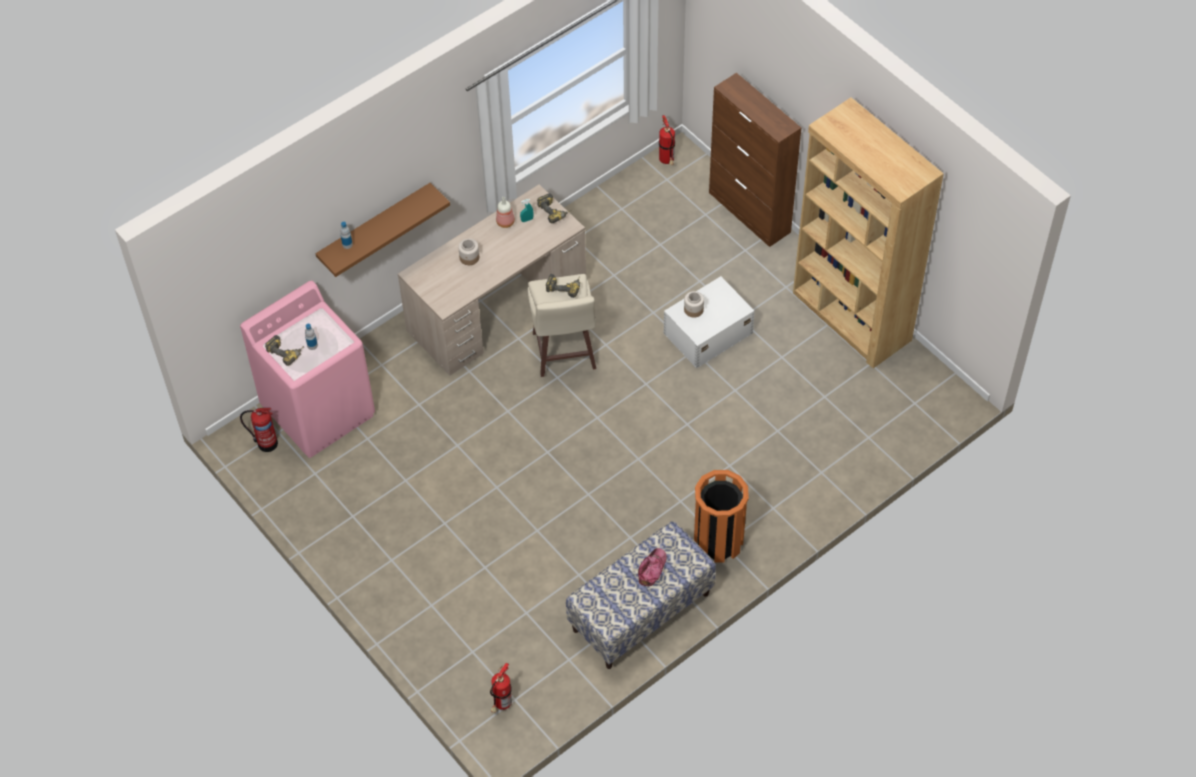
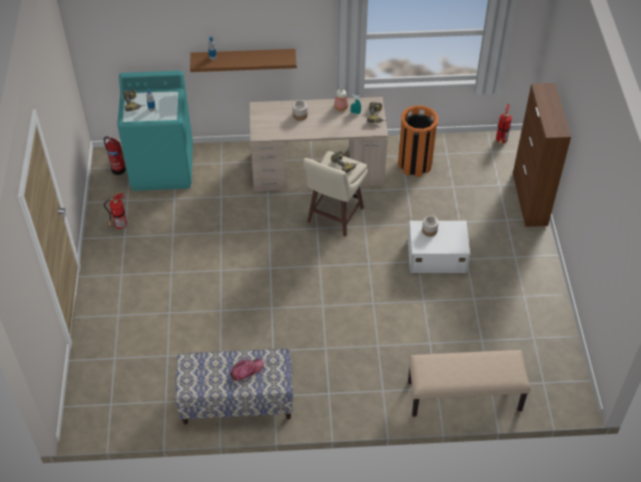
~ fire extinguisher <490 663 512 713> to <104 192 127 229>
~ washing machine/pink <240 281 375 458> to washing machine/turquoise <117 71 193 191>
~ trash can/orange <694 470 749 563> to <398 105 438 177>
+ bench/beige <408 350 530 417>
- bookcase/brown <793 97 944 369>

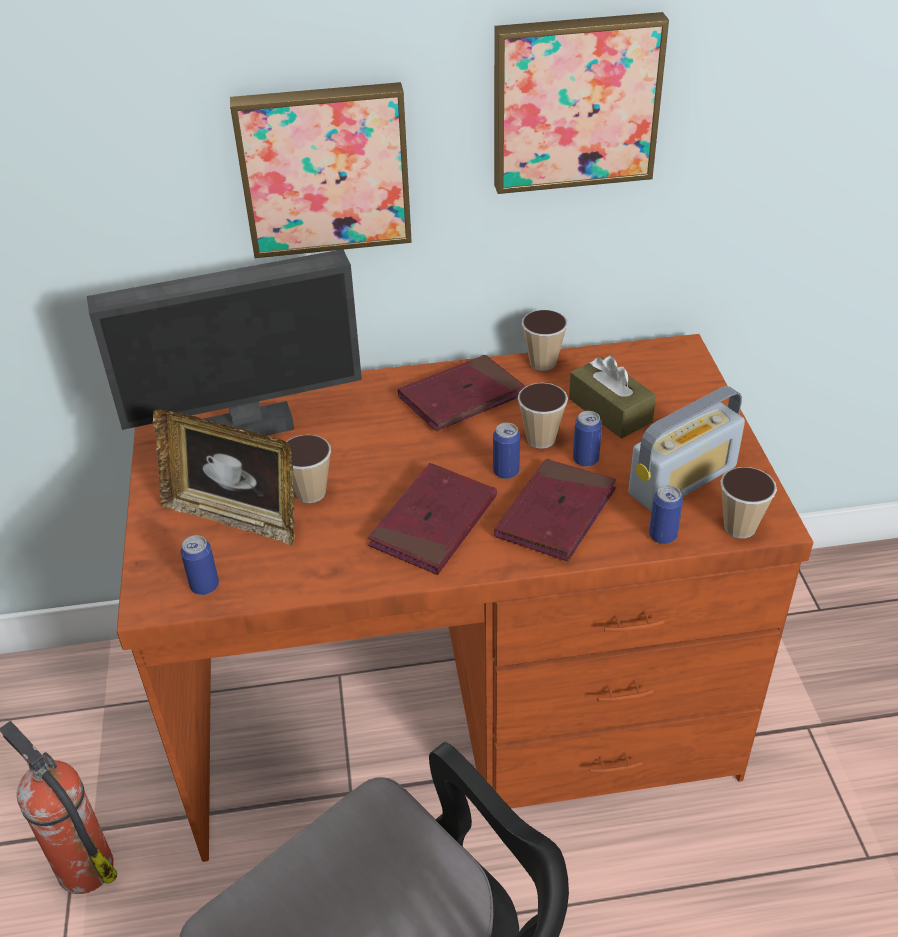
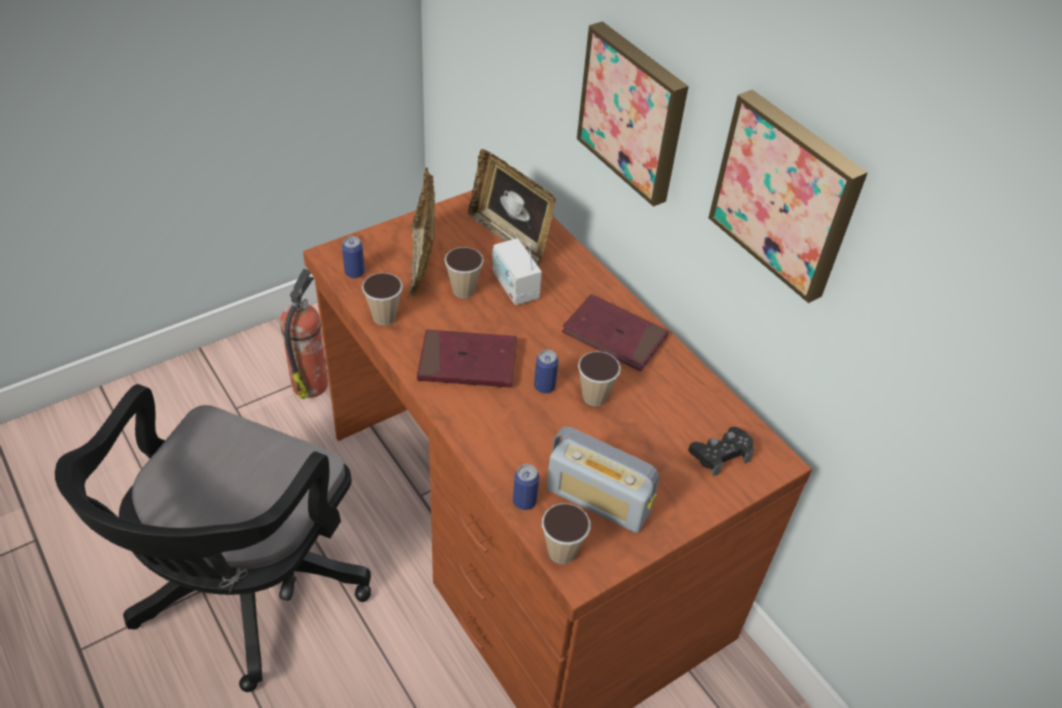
~ cup <522 310 568 371> to <362 273 403 325>
~ monitor <87 249 362 436> to picture frame <468 149 556 266>
+ radio <492 238 542 305>
+ game controller/black <688 427 754 476>
- book/red <494 459 616 561>
- tissue box/brown <569 356 656 439>
- can <573 411 602 467>

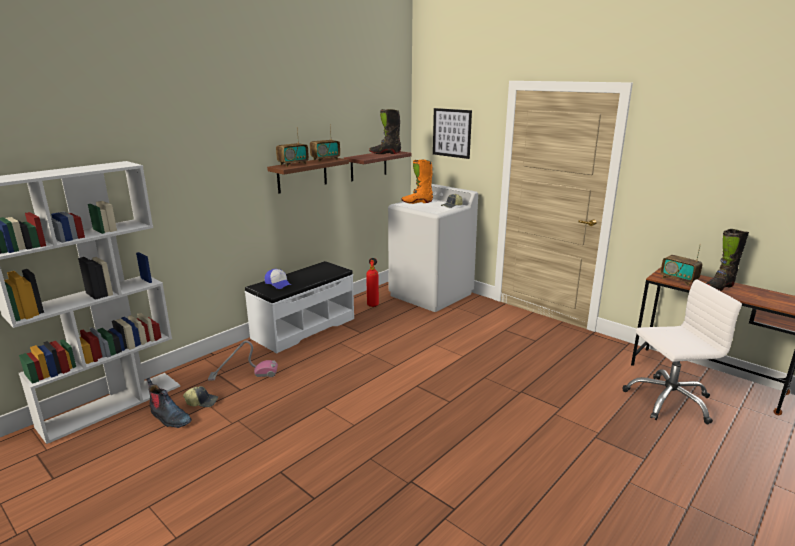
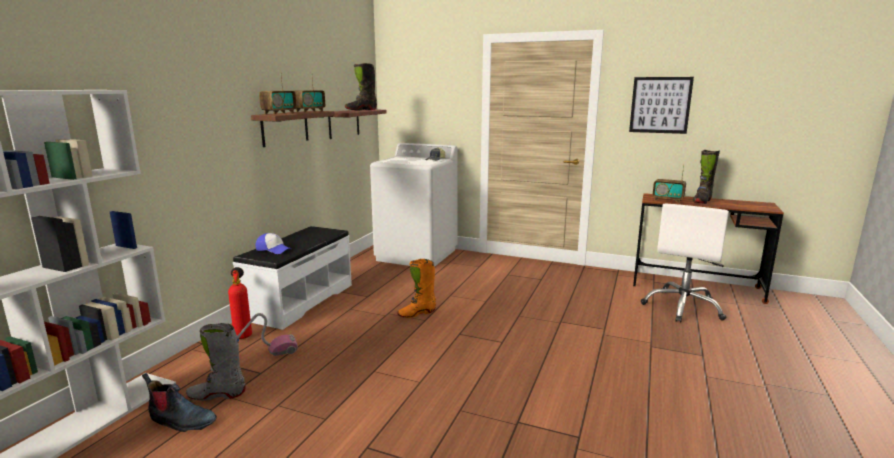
~ cap <183 386 218 407> to boot/grey <186 323 246 401>
~ fire extinguisher <366 258 379 307> to <228 267 252 339>
~ boot/orange <402 160 433 204> to <397 259 436 318>
~ picture <433 108 472 159> to <629 77 694 134>
~ office chair/white <622 279 742 424> = <641 204 729 323> 150 degrees clockwise

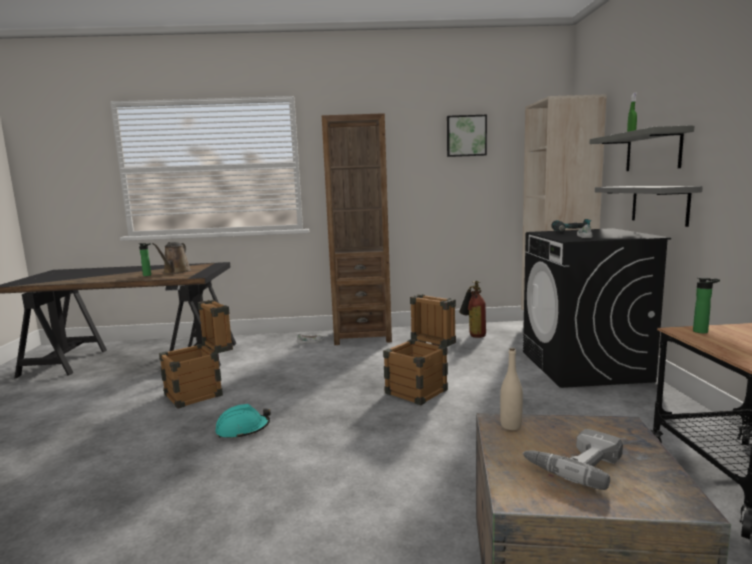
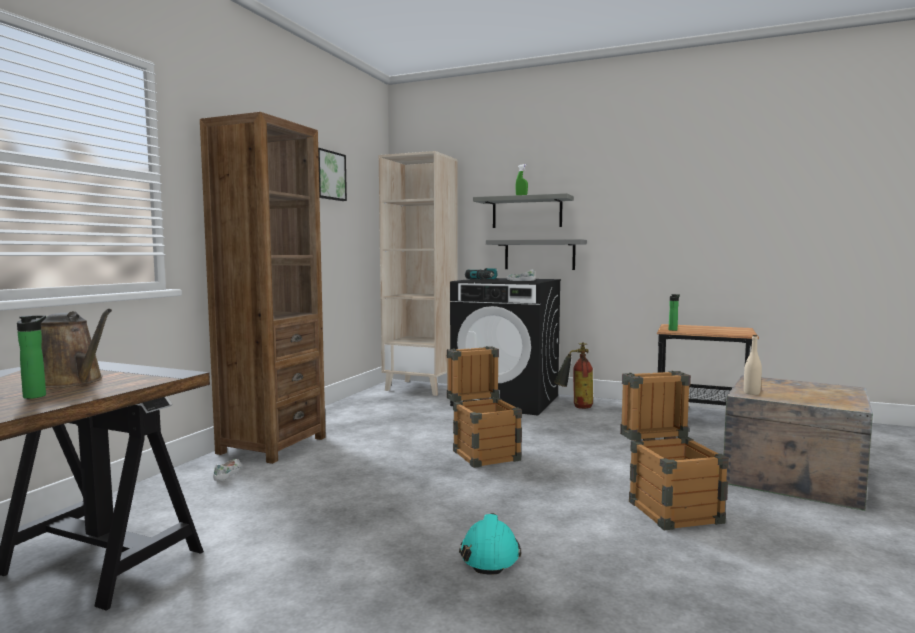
~ fire extinguisher <459 281 486 338> to <554 342 593 409>
~ crate <159 300 233 409> to <620 371 729 530>
- power drill <523 429 623 490>

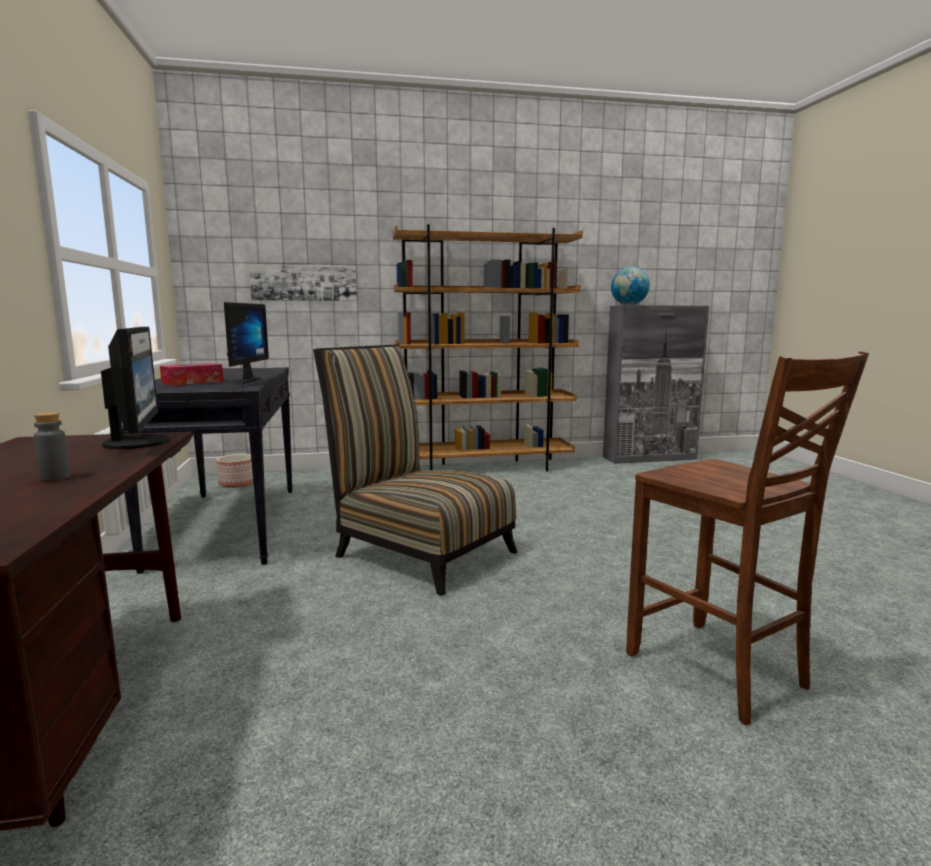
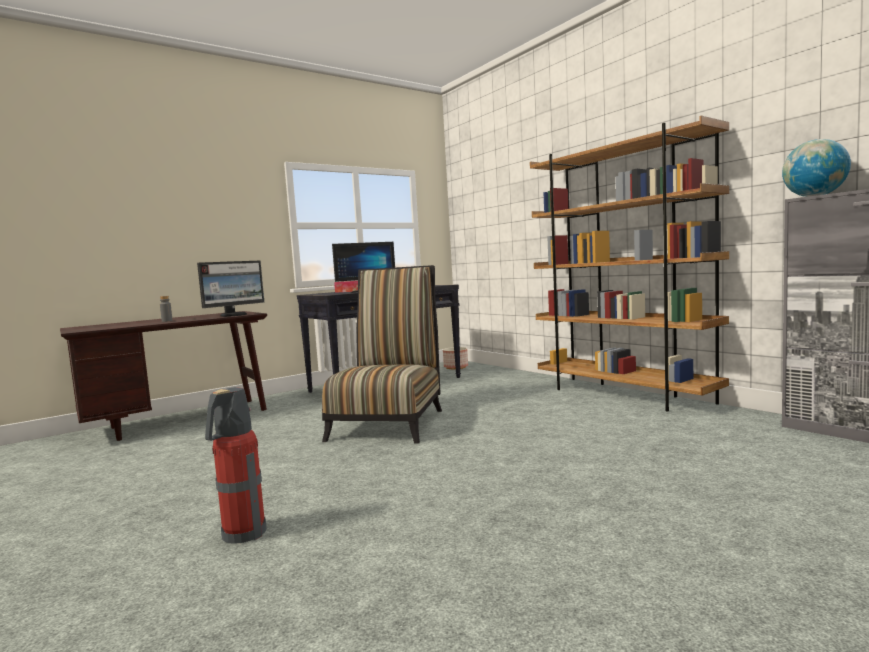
~ chair/brown <626 351 869 725> to fire extinguisher <205 387 267 544>
- picture <249 264 357 301>

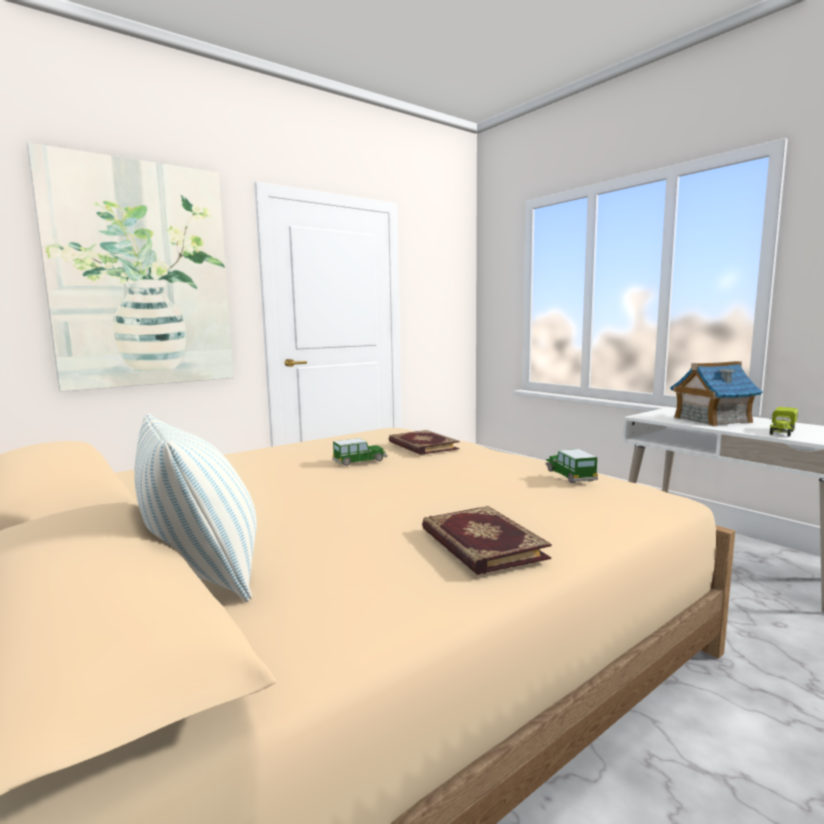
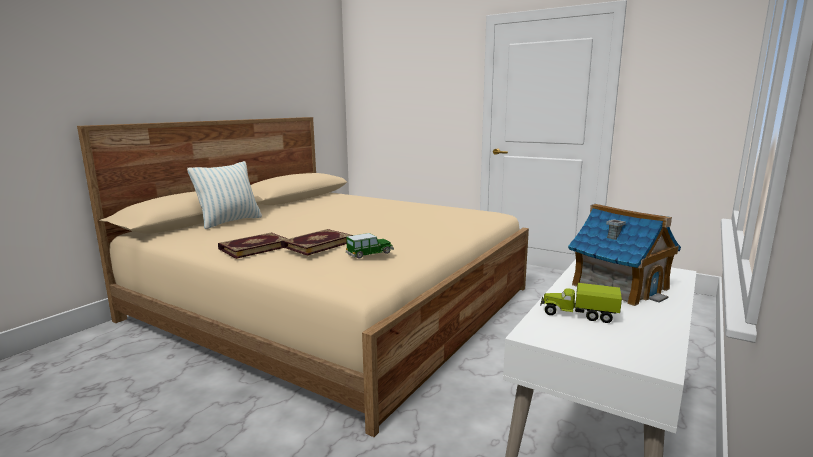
~ book <389 430 459 455> to <281 229 353 256>
- picture <27 142 234 392>
- toy car <332 438 387 466>

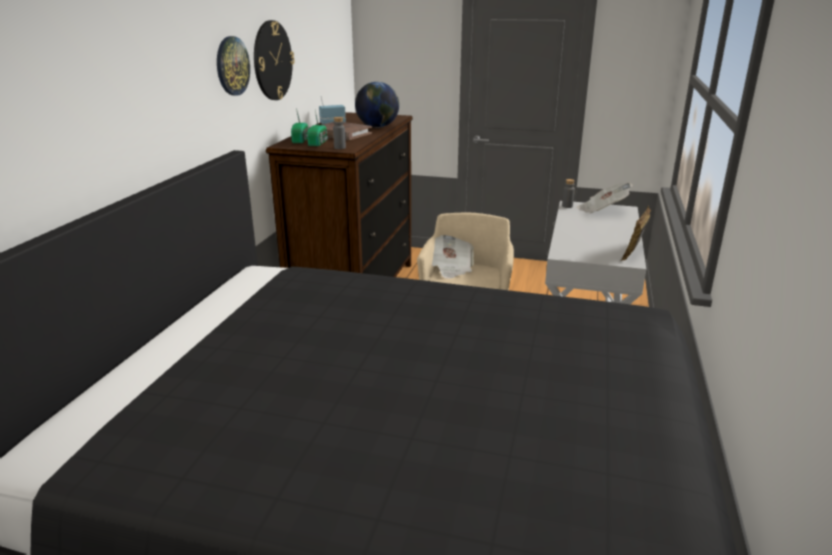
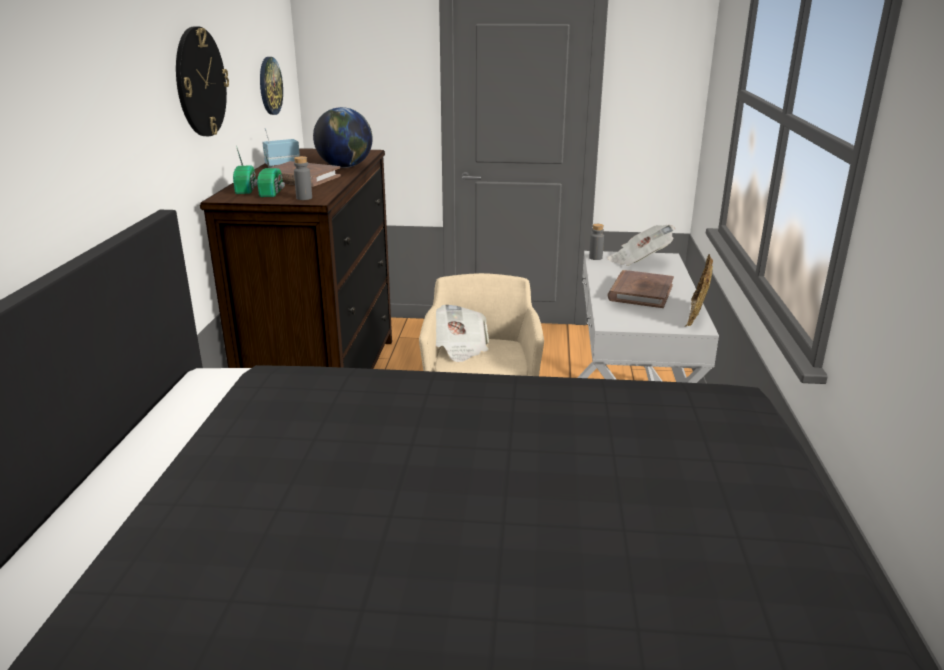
~ wall clock <217 36 250 96> to <260 57 283 115>
+ book/brown <608 270 674 308>

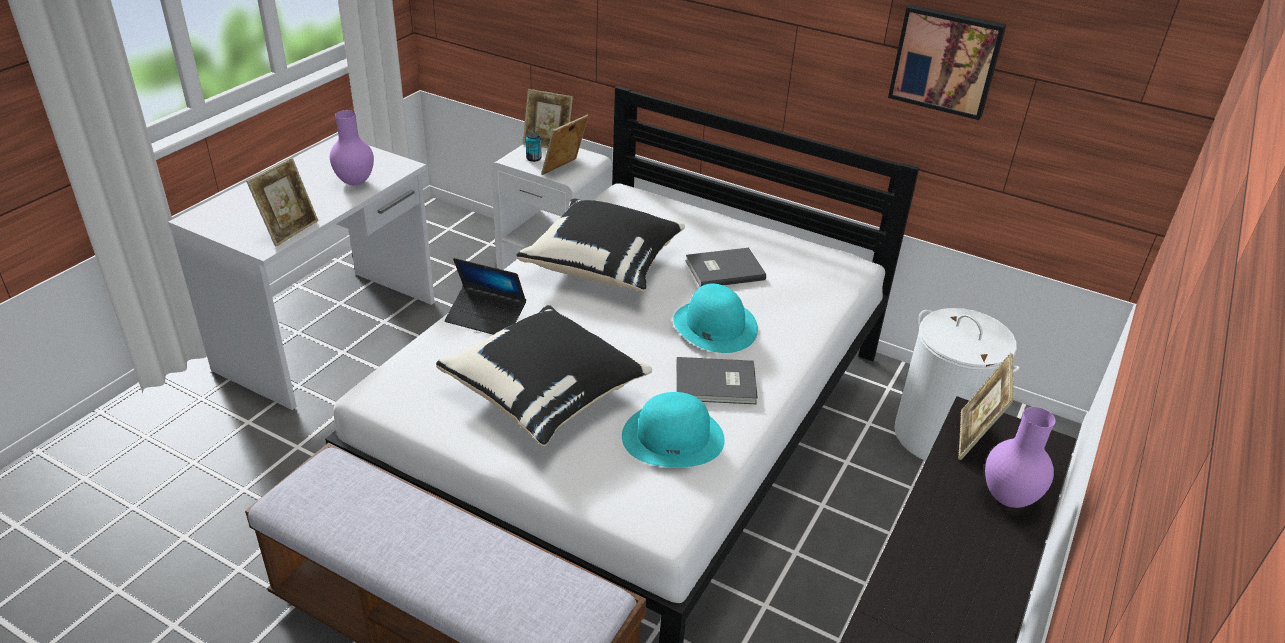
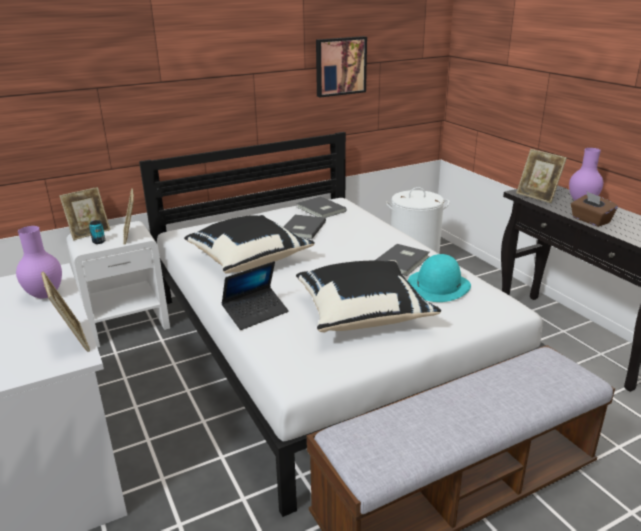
+ book/grey <297 196 347 218>
+ tissue box/brown <571 192 618 227>
- hat/turquoise <673 284 758 353>

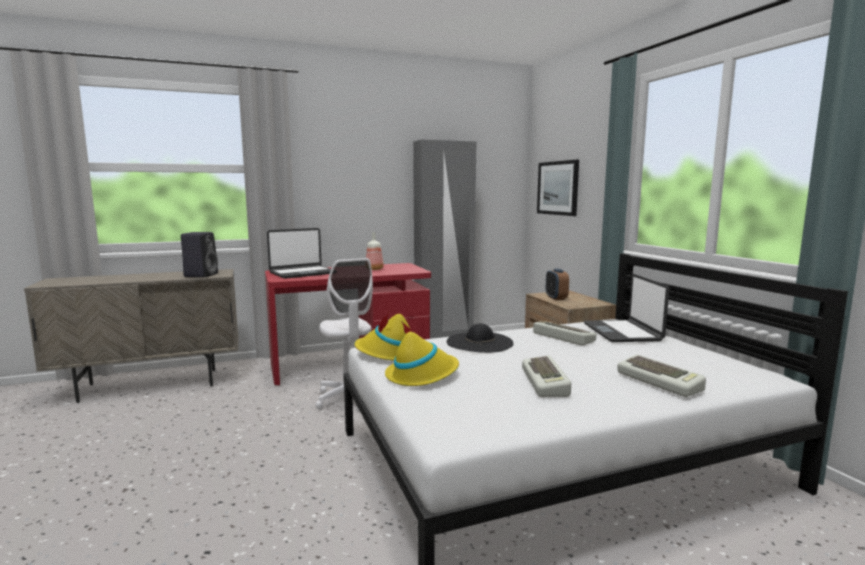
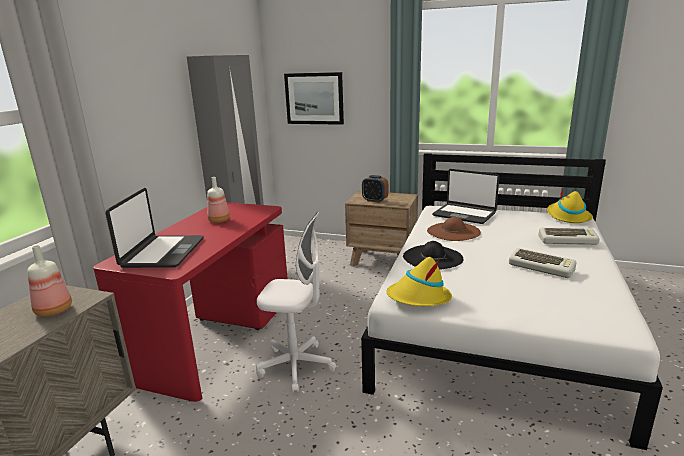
~ speaker/black <181 232 218 277> to bottle <27 245 72 317>
~ keyboard <533 322 596 346> to hat/brown <427 217 481 241>
~ hat/yellow <385 321 459 386> to <547 189 593 223>

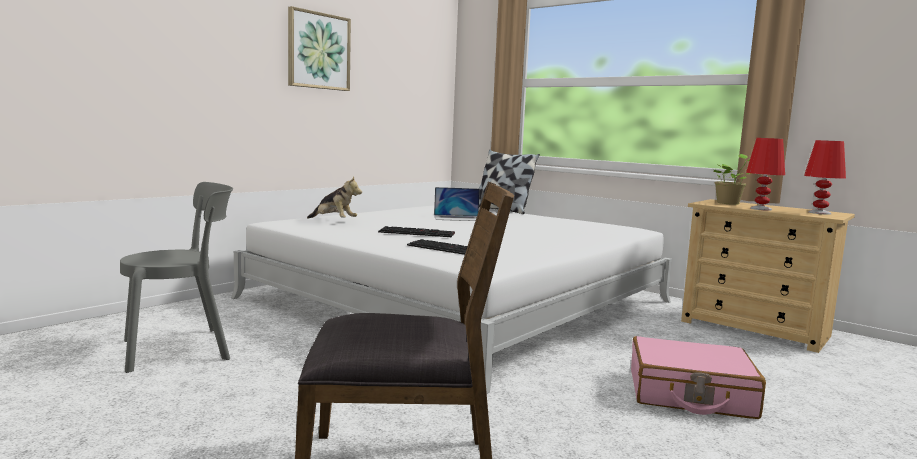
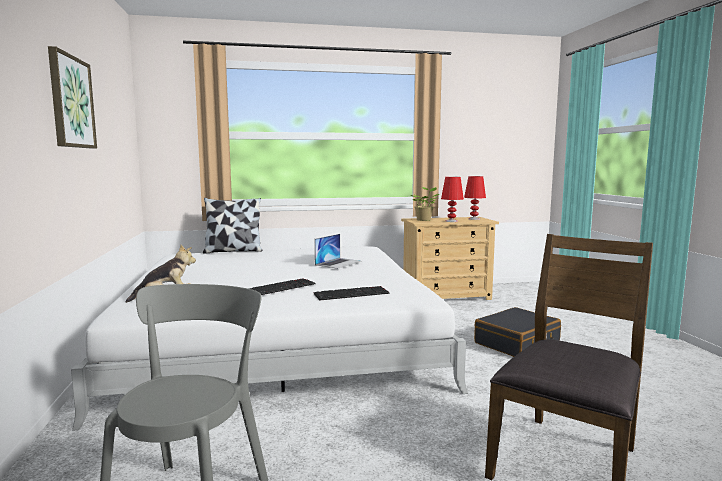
~ laptop <434 187 480 221> to <315 234 362 269>
~ suitcase/pink <631 336 766 419> to suitcase/black <474 307 561 357>

